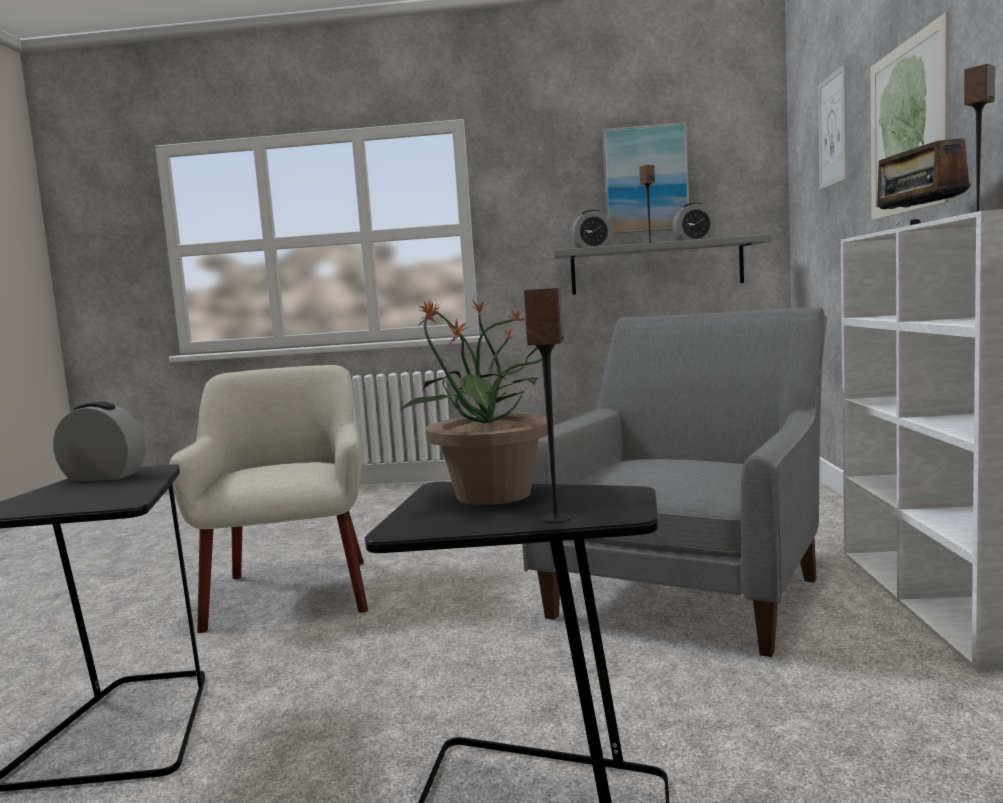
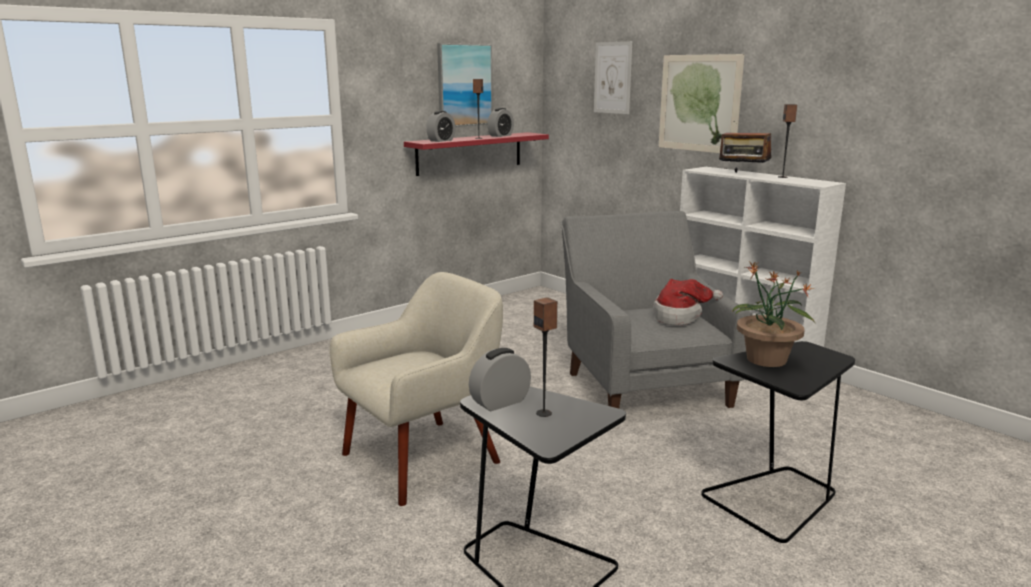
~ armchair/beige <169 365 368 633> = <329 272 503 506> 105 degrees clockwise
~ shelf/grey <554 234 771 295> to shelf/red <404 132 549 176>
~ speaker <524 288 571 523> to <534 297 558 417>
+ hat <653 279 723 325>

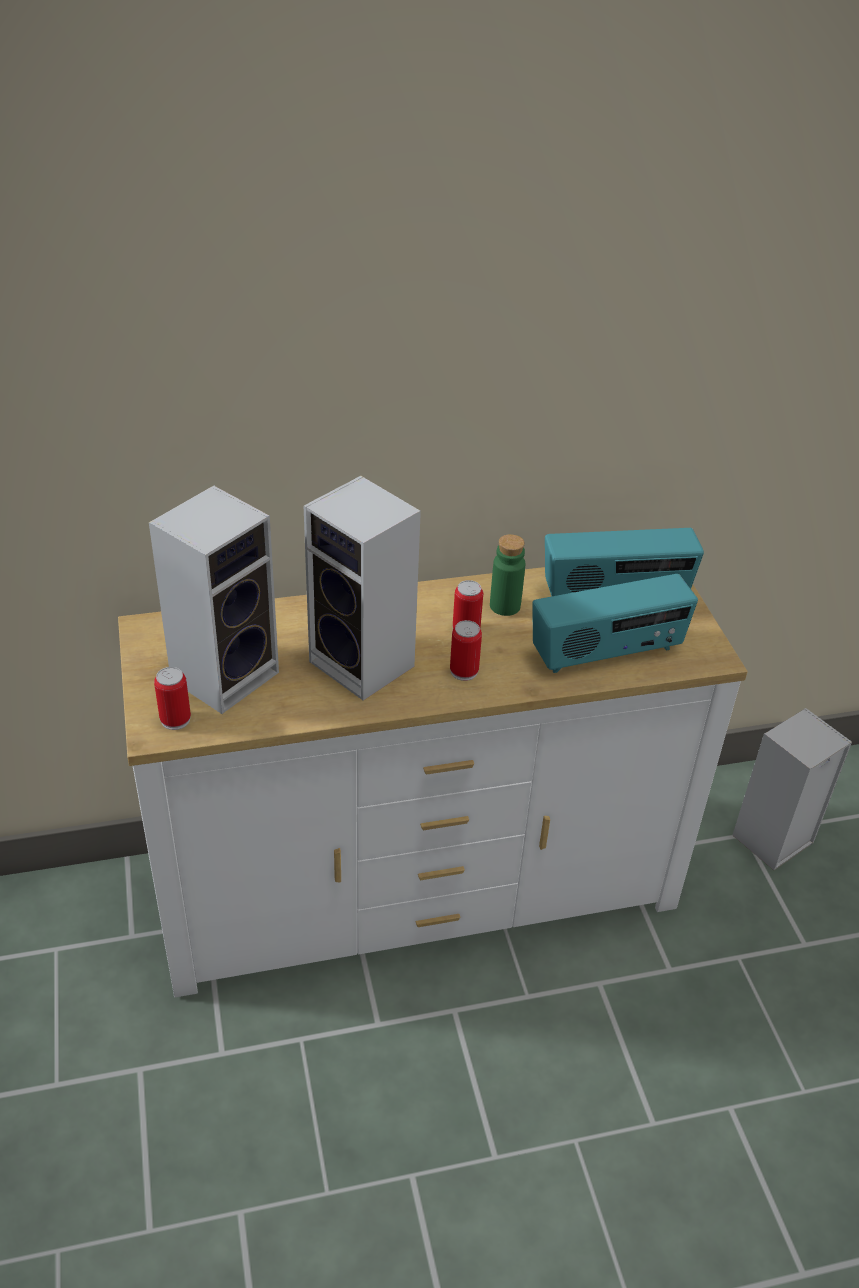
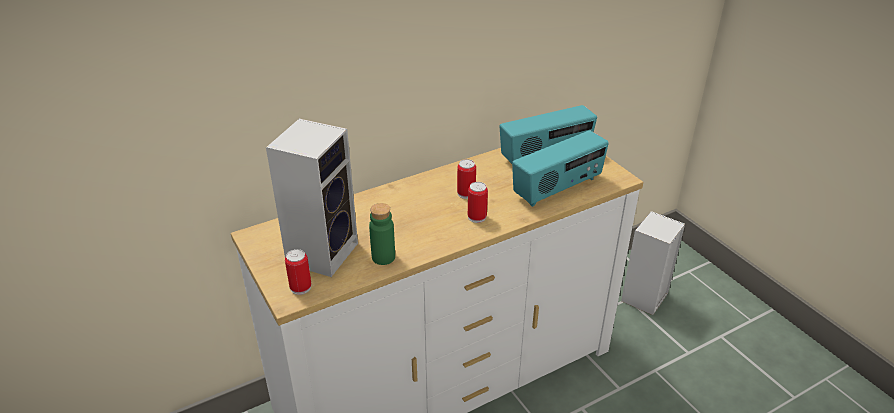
~ bottle/green <490 534 525 616> to <369 203 395 265>
- speaker <304 476 421 701>

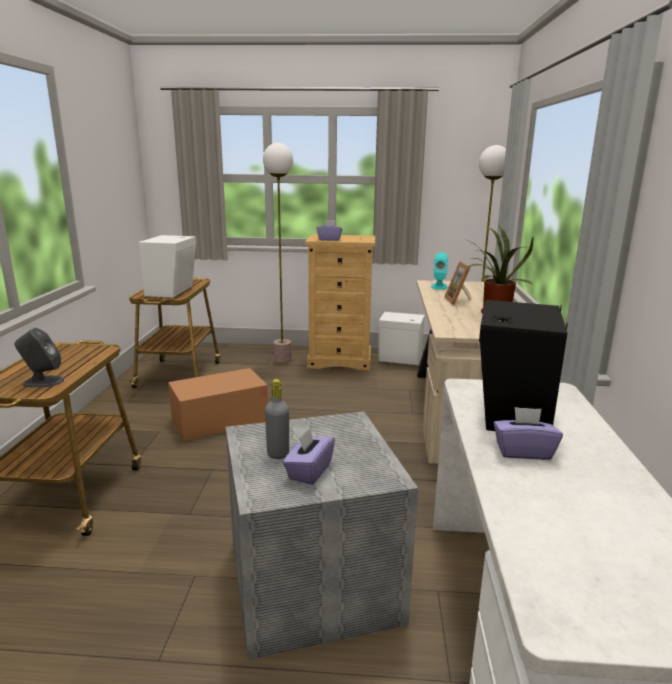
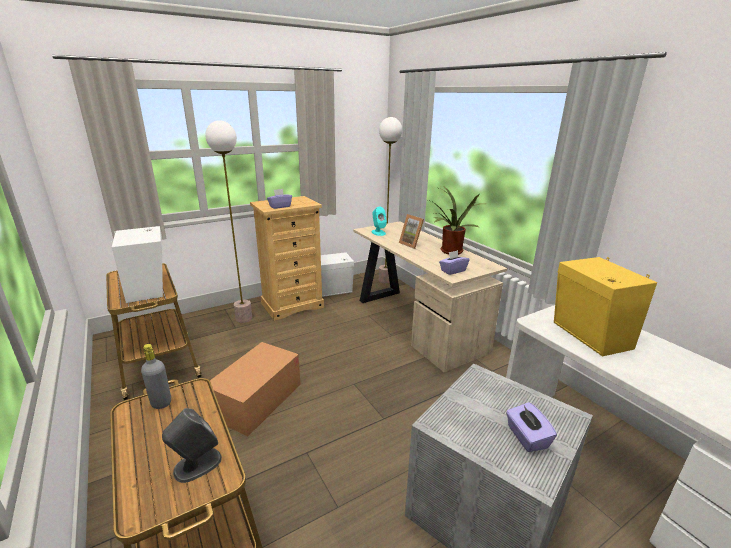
~ bottle/grey <265 379 289 459> to <141 344 171 409>
~ tissue box/purple <493 407 563 460> to <439 250 469 275>
~ speaker/black <479 300 568 431> to speaker/yellow <554 257 657 356>

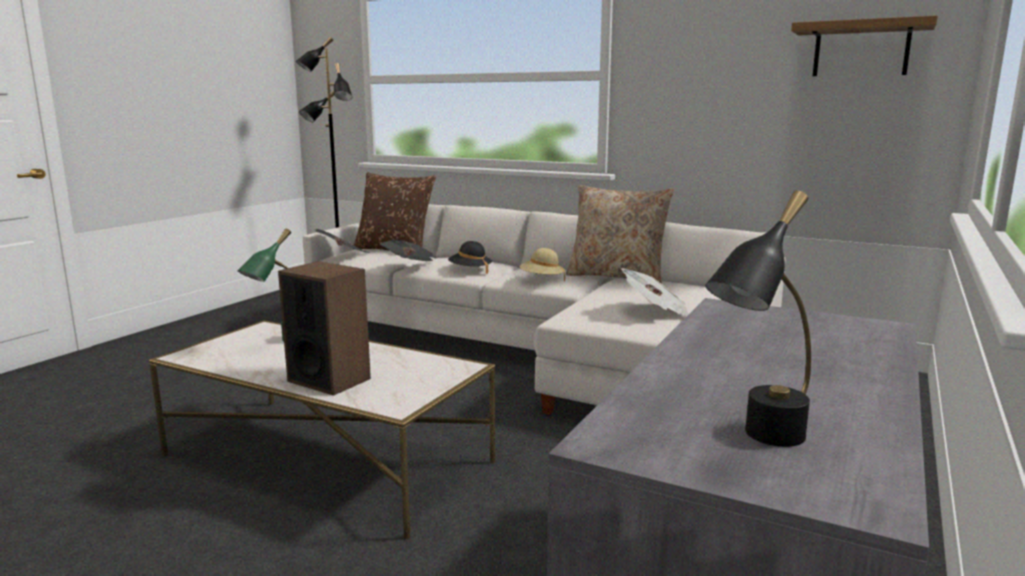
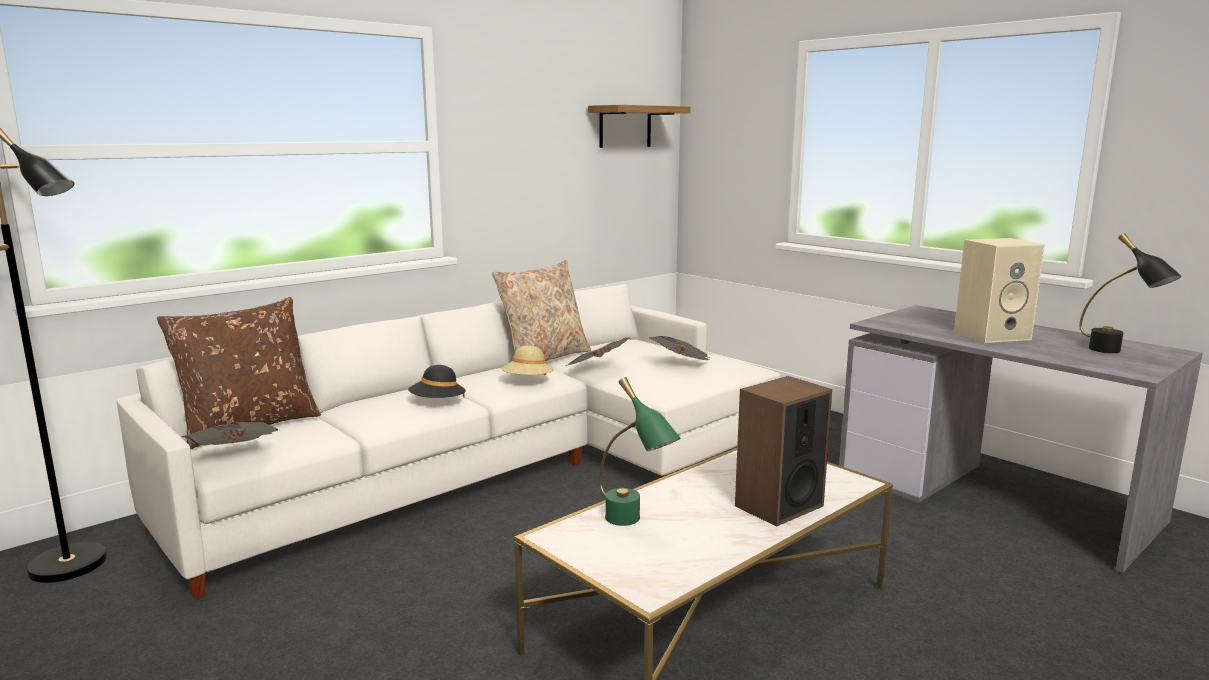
~ newspaper <380 240 435 261> to <565 337 630 366>
+ speaker/beige <954 238 1045 343>

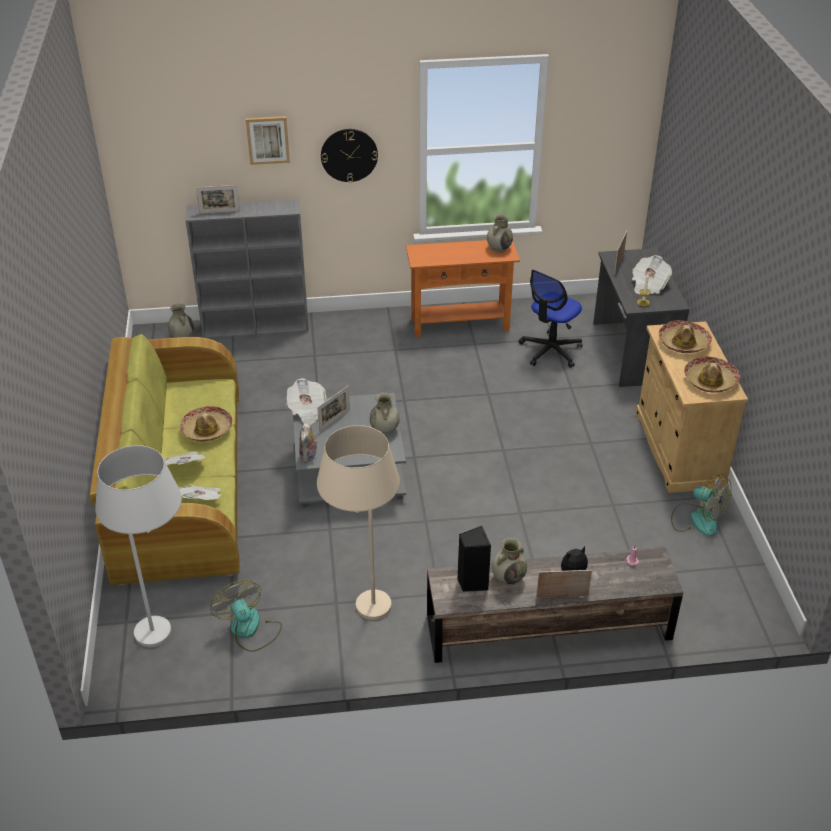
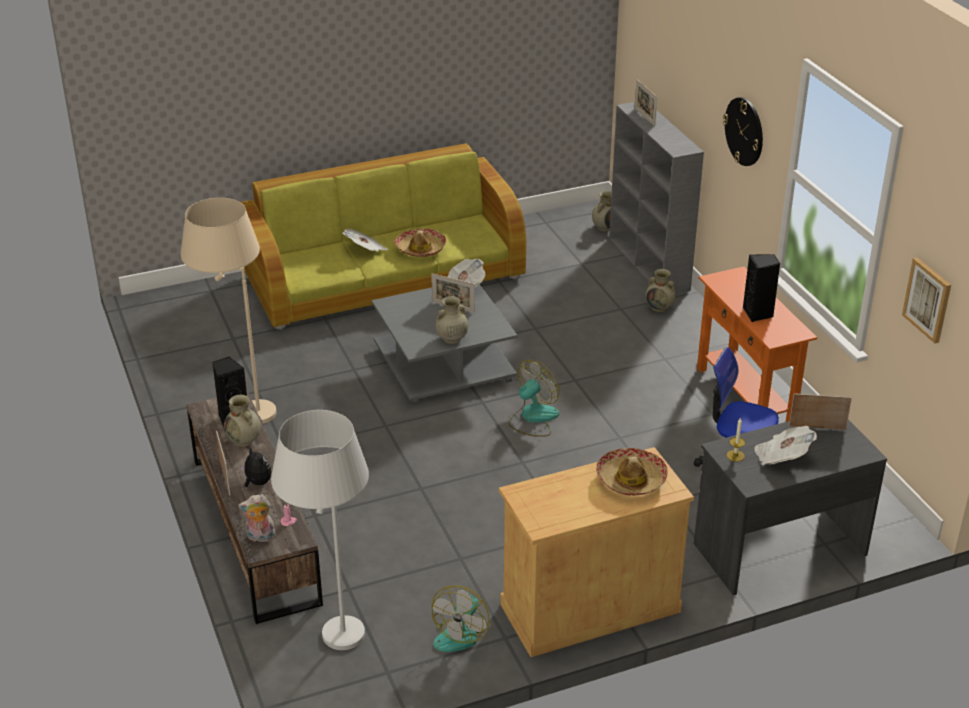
~ plush toy <299 422 318 463> to <238 494 278 542>
~ floor lamp/white <95 445 182 647> to <271 410 369 650>
~ fan <210 580 282 652> to <509 360 560 437>
~ vase/beige <487 213 513 253> to <646 269 676 312>
+ speaker/black <743 254 780 322>
~ picture <246 116 290 165> to <902 257 951 343>
- newspaper <179 485 221 500>
- hat <684 356 740 393>

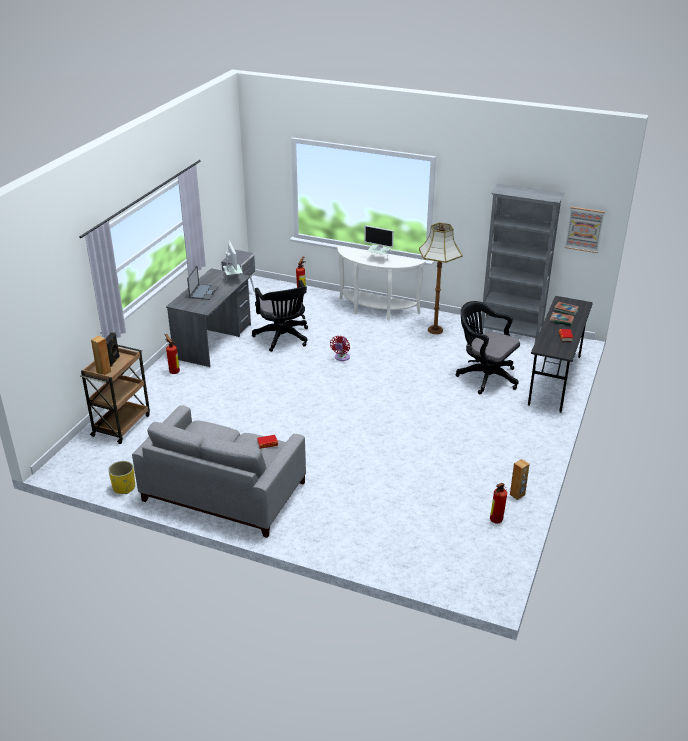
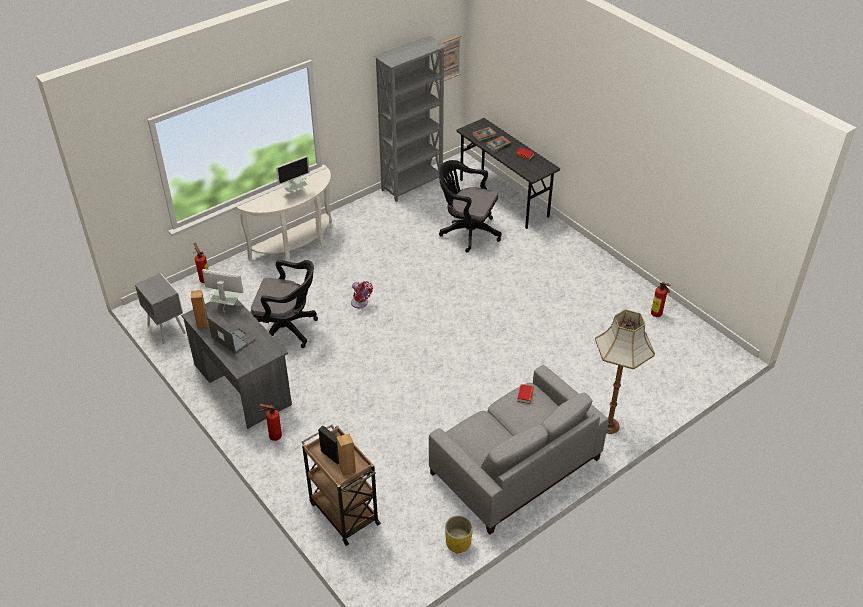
~ speaker/brown <510 459 530 500> to <191 290 208 328>
~ office chair/black <456 301 520 394> = <439 160 502 253> 45 degrees clockwise
~ floor lamp <419 223 462 334> to <595 310 655 434>

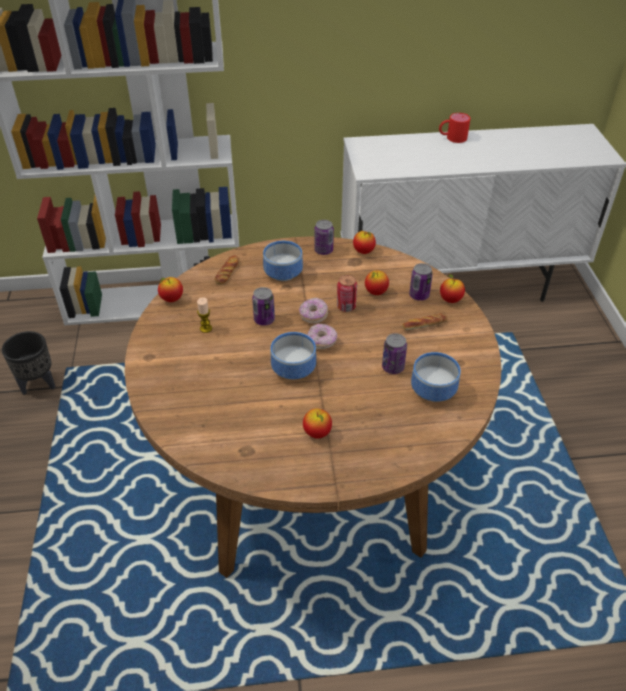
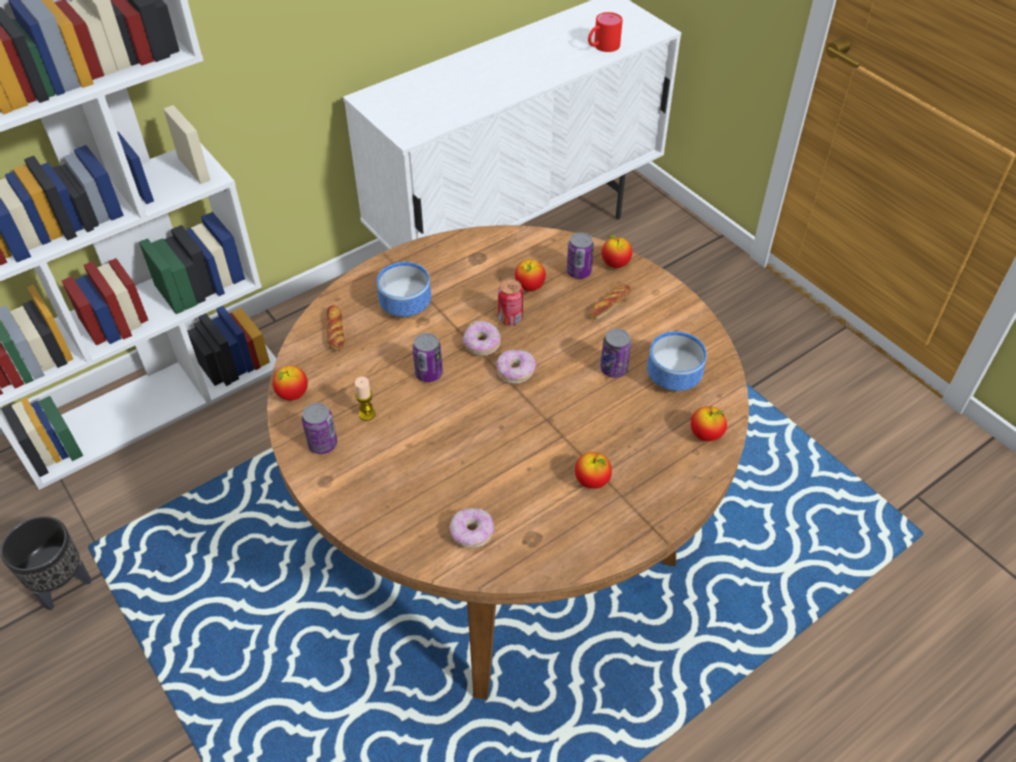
~ can <314 220 334 255> to <302 403 337 454>
+ donut <450 508 494 548>
~ mug/red <439 113 471 143> to <588 12 623 52>
~ apple <353 231 376 254> to <691 406 727 441>
- bowl <271 332 316 379>

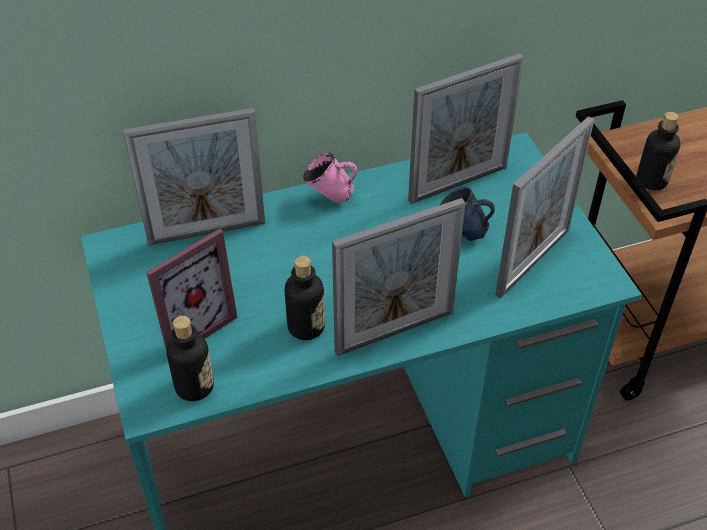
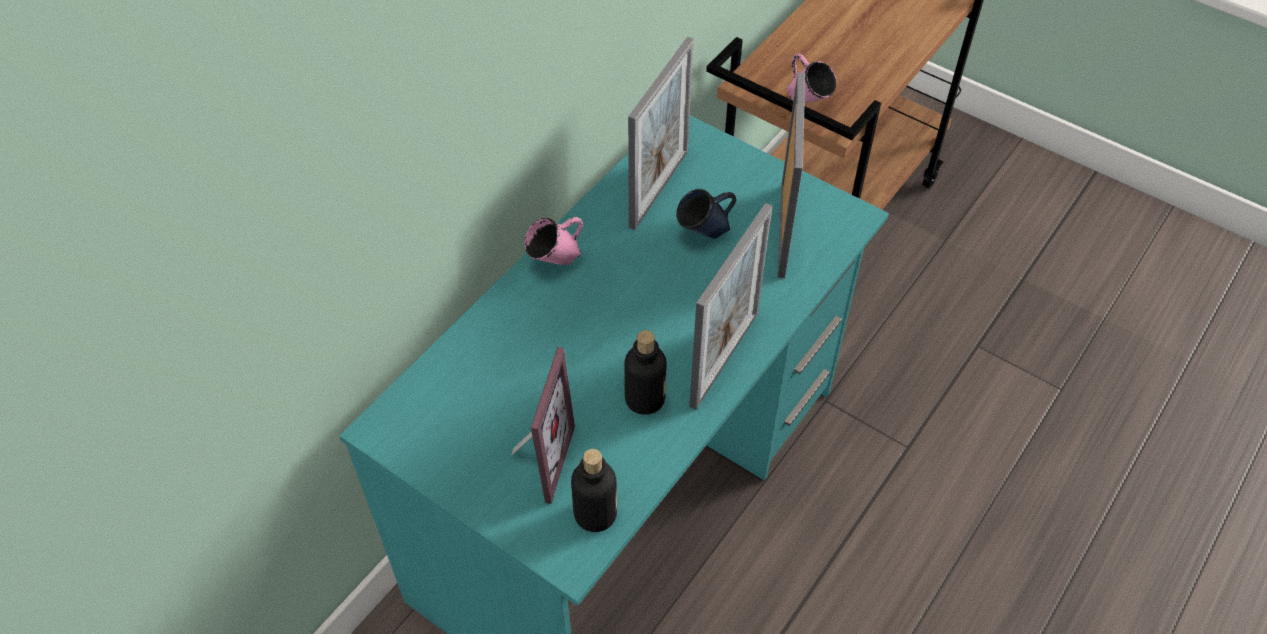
~ bottle <637 112 680 190> to mug/pink <787 54 837 103>
- picture frame <123 108 265 246>

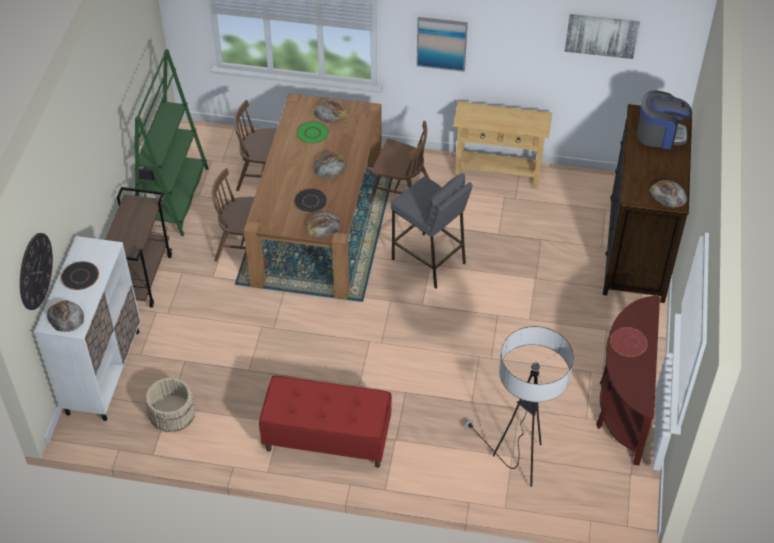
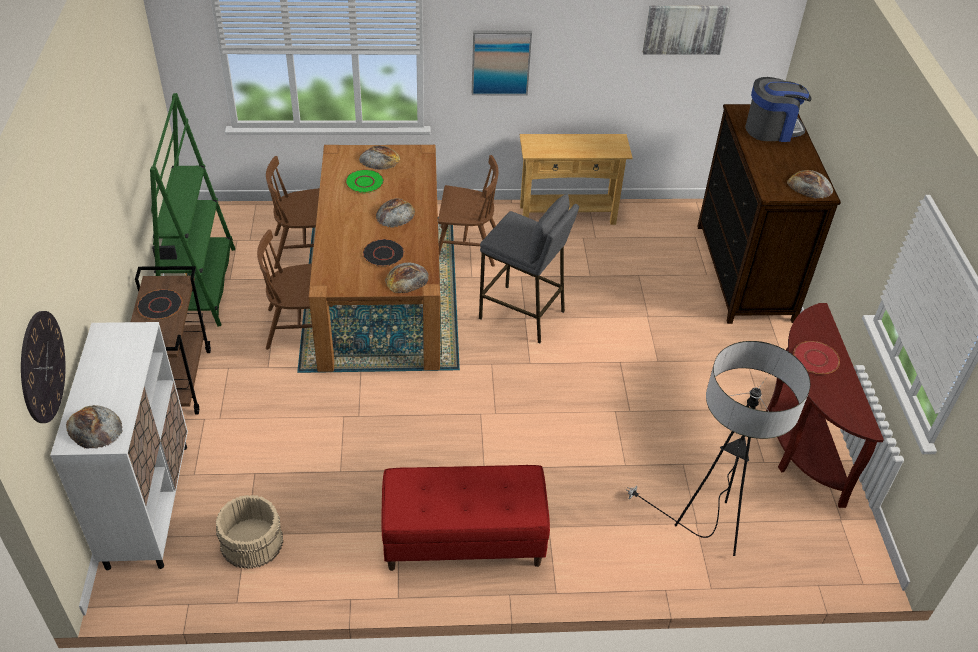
~ plate/black <61 261 99 290> to <137 289 183 320>

